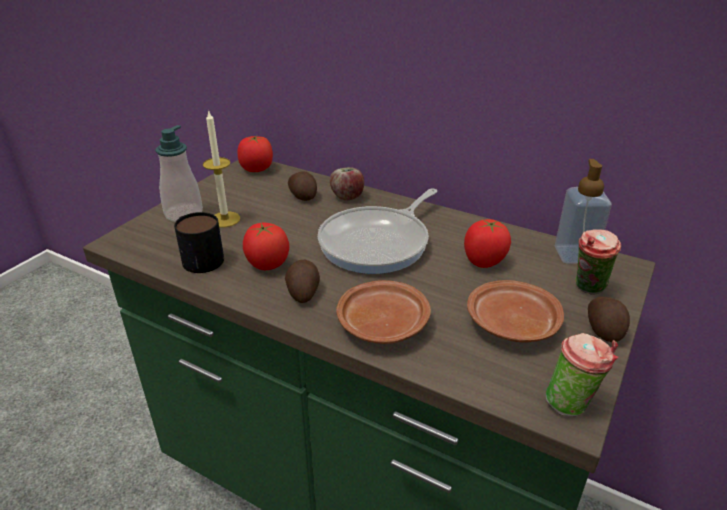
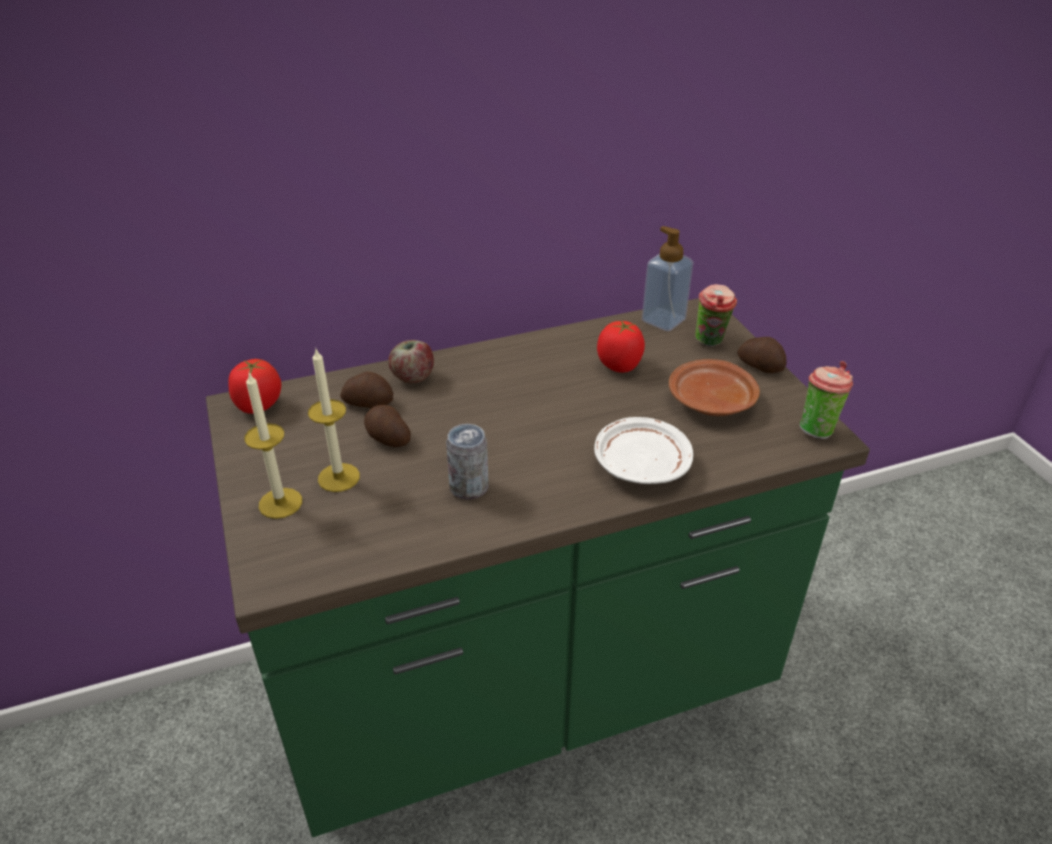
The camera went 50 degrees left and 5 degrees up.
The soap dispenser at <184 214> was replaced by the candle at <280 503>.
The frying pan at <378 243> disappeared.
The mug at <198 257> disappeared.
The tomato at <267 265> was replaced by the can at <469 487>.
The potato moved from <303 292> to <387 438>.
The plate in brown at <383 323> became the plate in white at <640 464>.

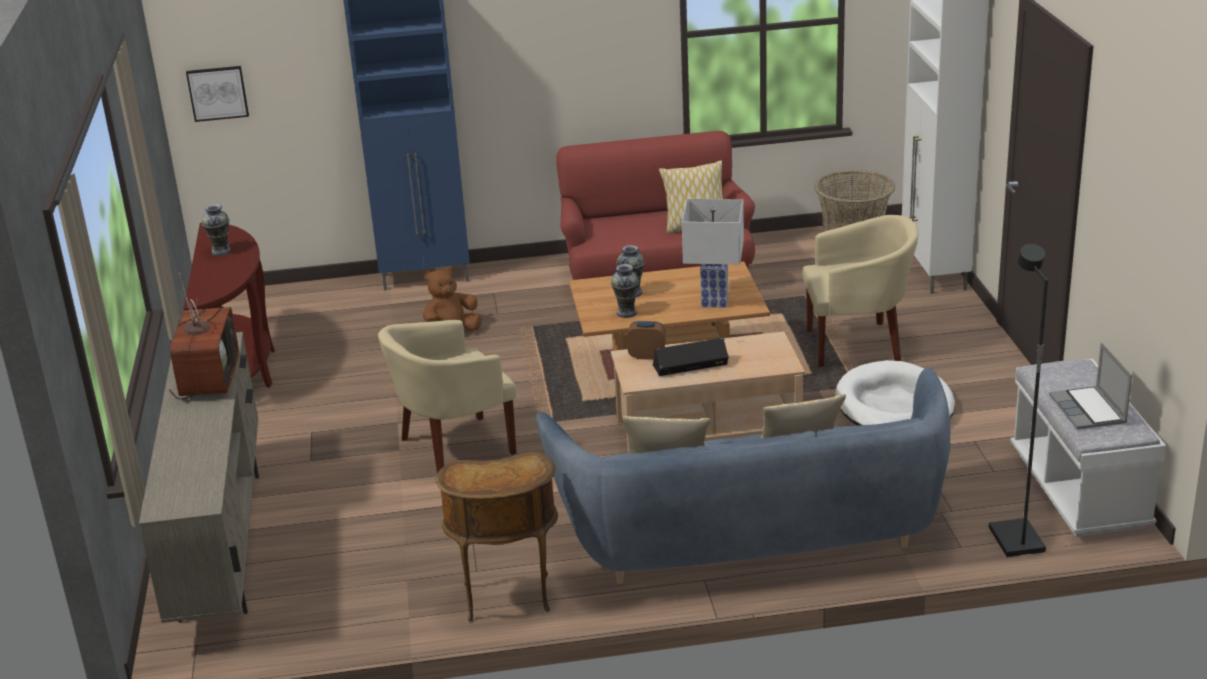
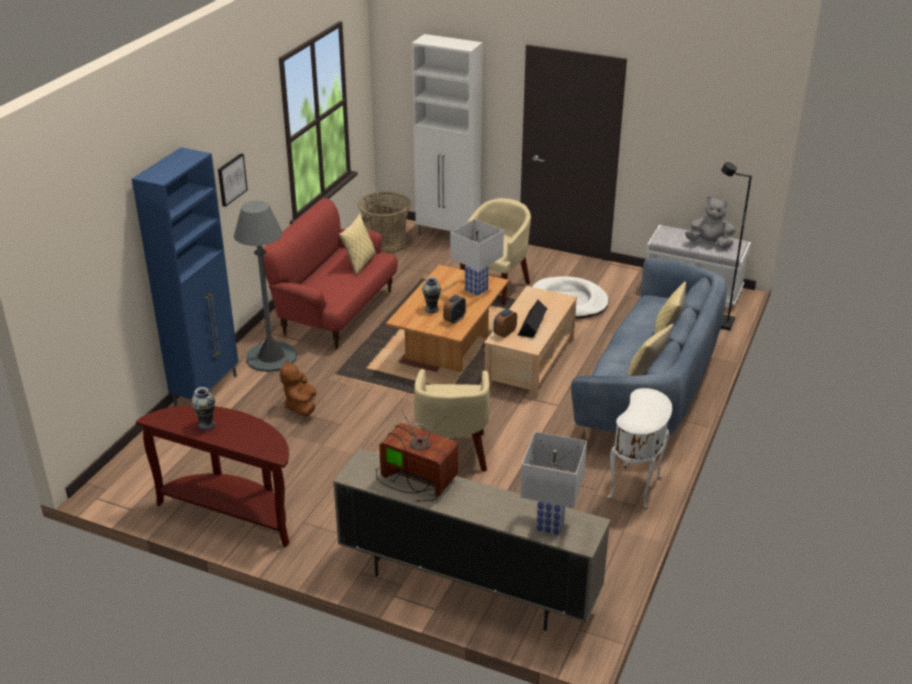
The camera went 60 degrees left and 5 degrees up.
The picture moved from <217 93> to <231 179>.
The vase at <627 313> was replaced by the alarm clock at <454 319>.
The laptop at <1089 410> was replaced by the plush toy in grey at <709 243>.
The side table in brown at <508 600> became the side table in white at <637 488>.
The floor lamp in grey at <271 357> appeared.
The table lamp in white at <549 524> appeared.

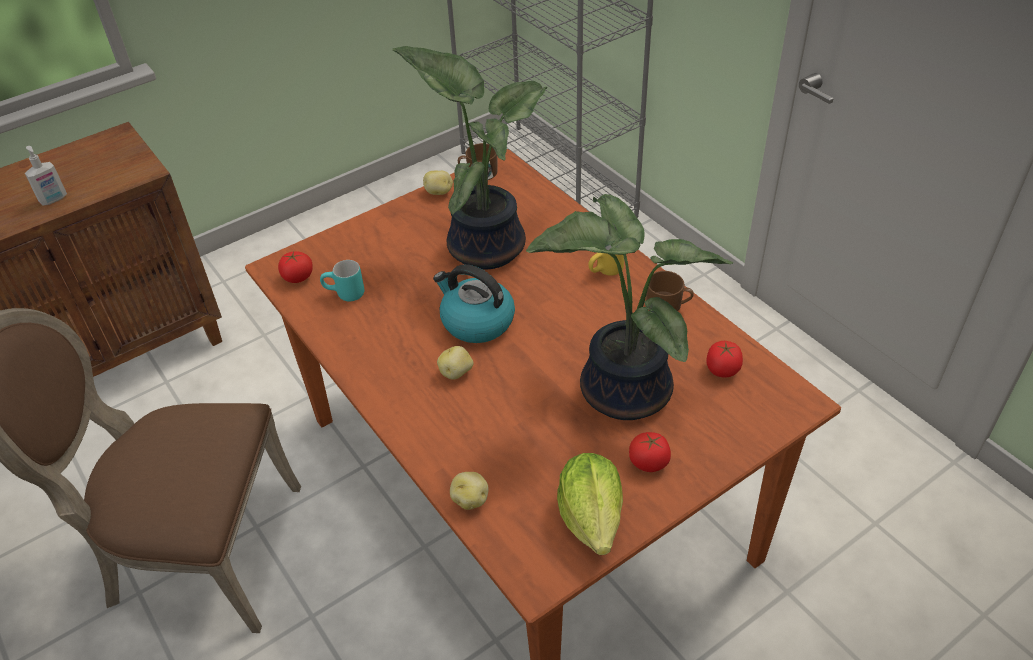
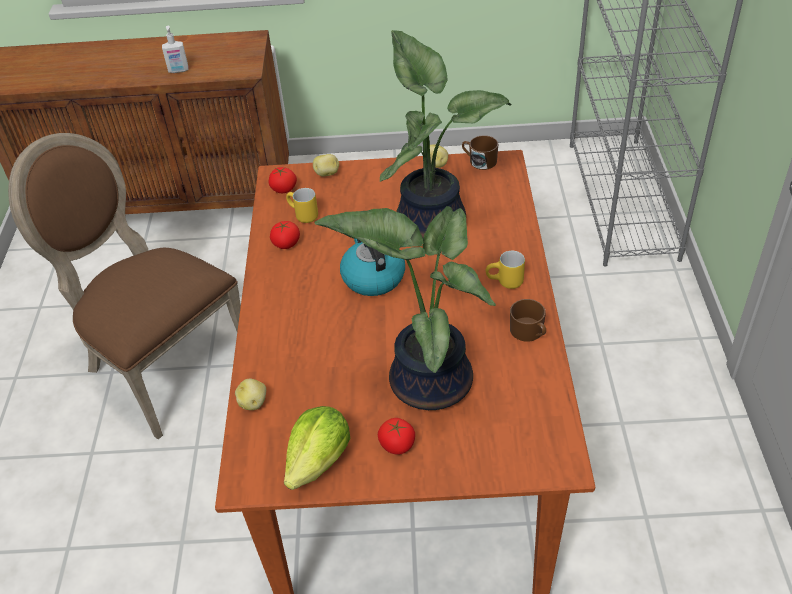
The camera went 35 degrees right and 0 degrees up.
The mug in turquoise at <344 295> became the mug in yellow at <302 216>.
The tomato moved from <722 369> to <286 244>.
The potato moved from <456 372> to <327 174>.

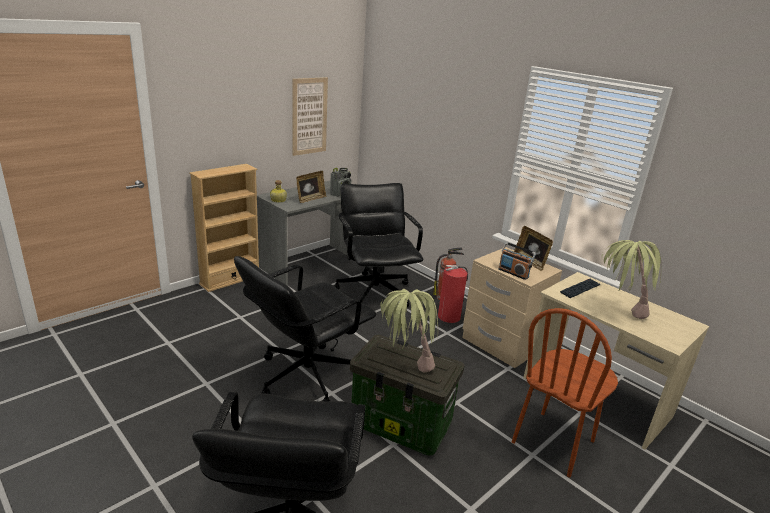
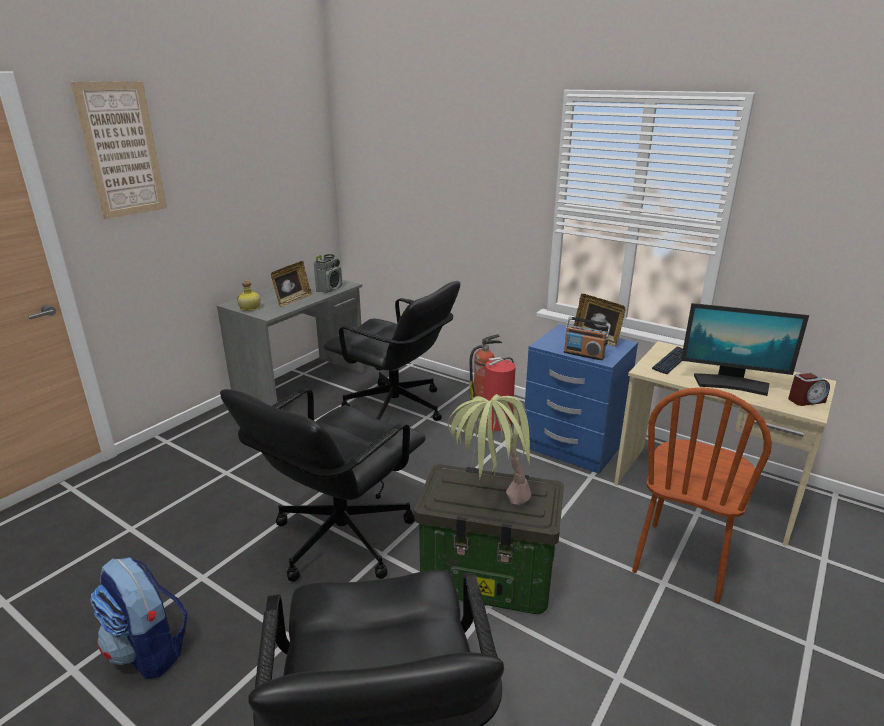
The camera went 10 degrees left and 0 degrees up.
The picture moved from <309 116> to <122 150>.
The bookcase in beige at <230 280> disappeared.
The office chair in black at <375 292> turned 150 degrees clockwise.
The potted plant at <618 314> was replaced by the monitor at <731 384>.
The nightstand in beige at <501 344> became the nightstand in blue at <572 446>.
The alarm clock at <806 400> appeared.
The backpack at <149 650> appeared.

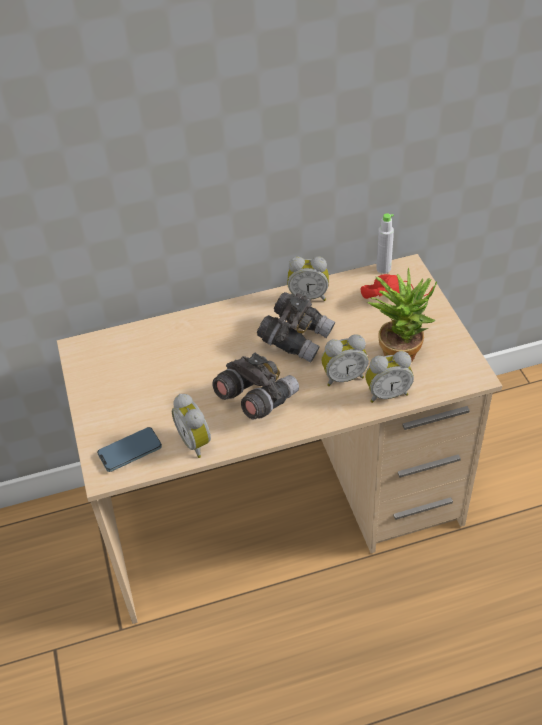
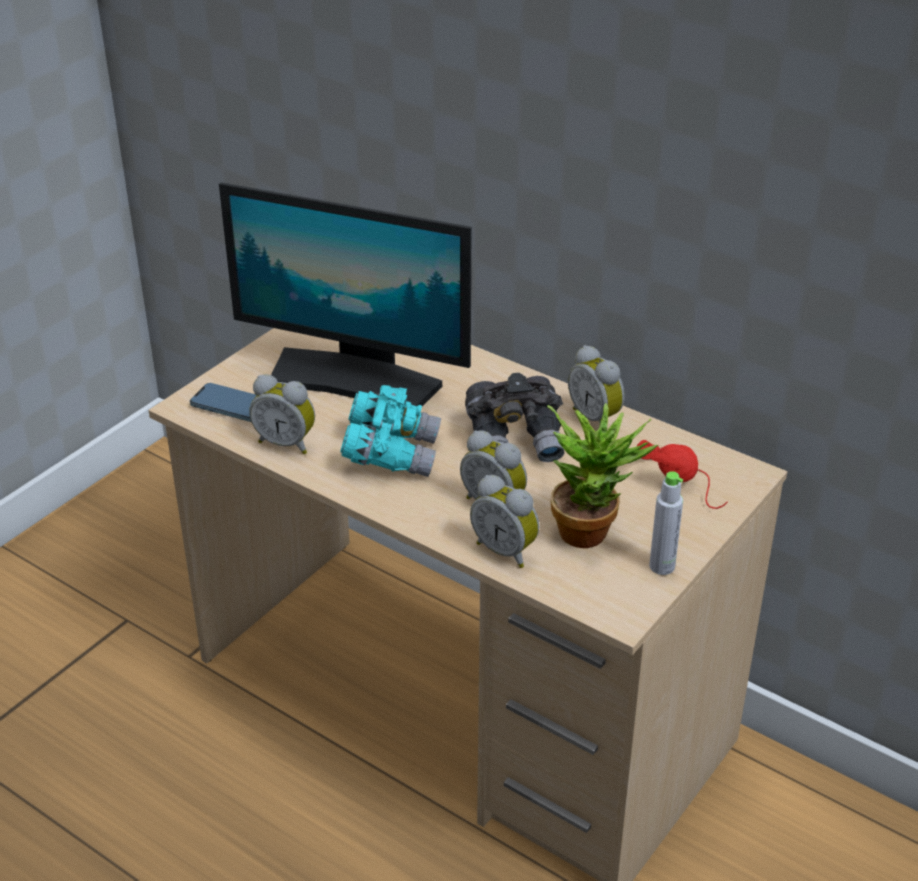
The camera went 50 degrees right and 10 degrees down.
The bottle in grey moved from <383 269> to <662 566>.
The binoculars in grey at <256 398> became the binoculars in turquoise at <391 454>.
The alarm clock at <197 441> turned 90 degrees counterclockwise.
The monitor at <354 380> appeared.

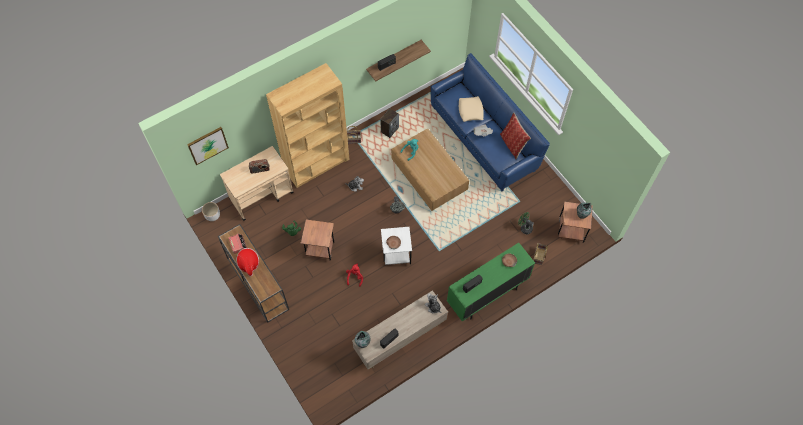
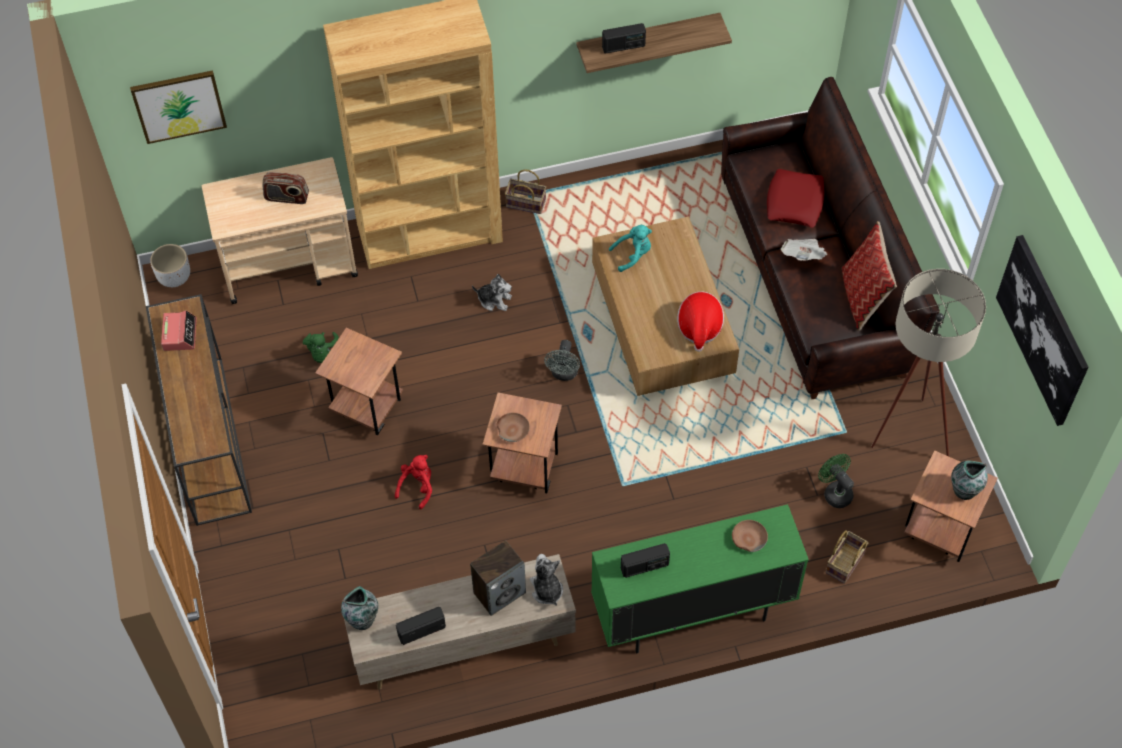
The camera went 20 degrees right and 5 degrees down.
The sofa in blue at <483 139> became the sofa in brown at <814 278>.
The pillow in beige at <470 111> became the pillow in red at <795 202>.
The speaker moved from <389 129> to <499 592>.
The side table in white at <396 256> became the side table in brown at <523 469>.
The hat moved from <248 264> to <699 327>.
The picture at <1043 329> appeared.
The floor lamp in beige at <904 437> appeared.

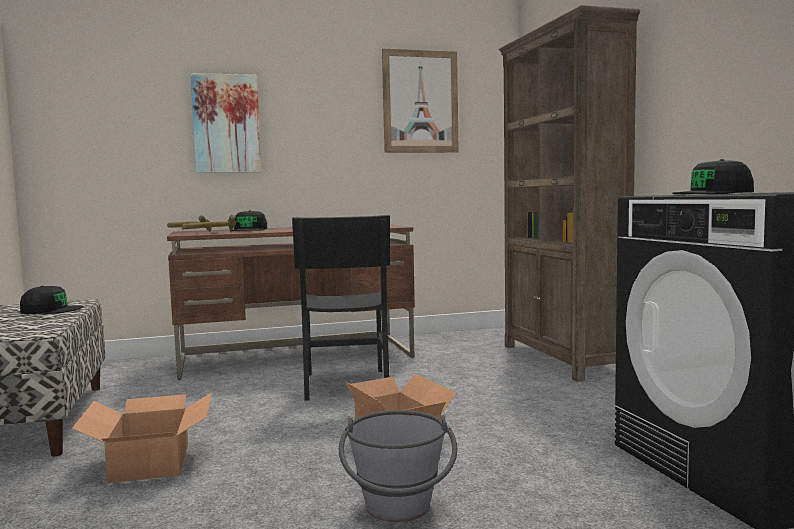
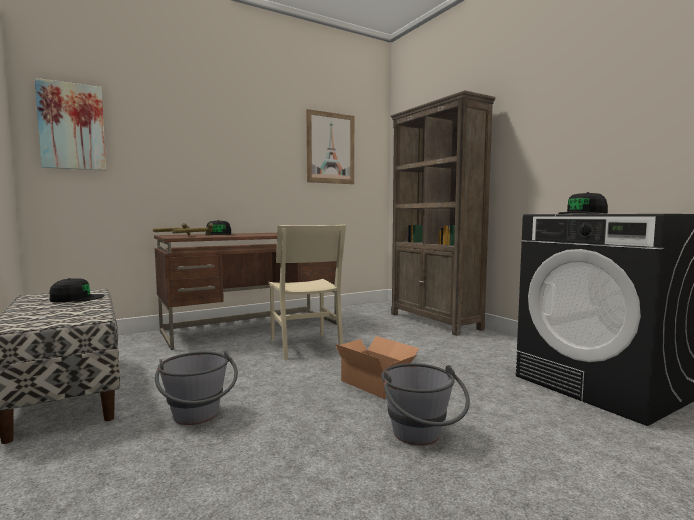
The camera went 15 degrees left and 0 degrees up.
The picture moved from <226 124> to <72 126>.
The chair in black at <345 384> became the chair in beige at <305 346>.
The cardboard box at <149 462> was replaced by the bucket in grey at <198 418>.

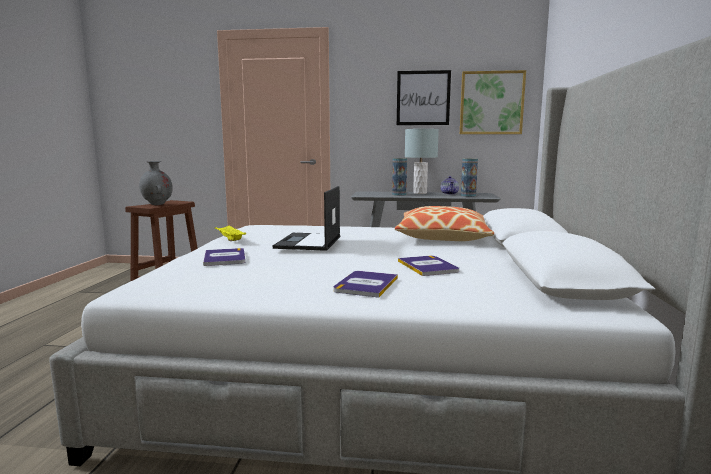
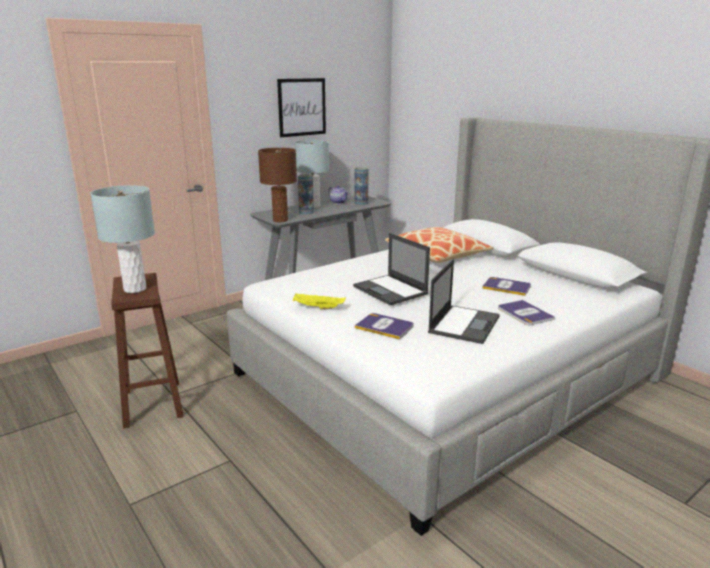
The camera went 45 degrees left and 10 degrees up.
The picture at <491 103> disappeared.
The vase in grey at <157 204> was replaced by the table lamp in grey at <135 289>.
The table lamp in brown at <280 220> appeared.
The laptop at <464 324> appeared.

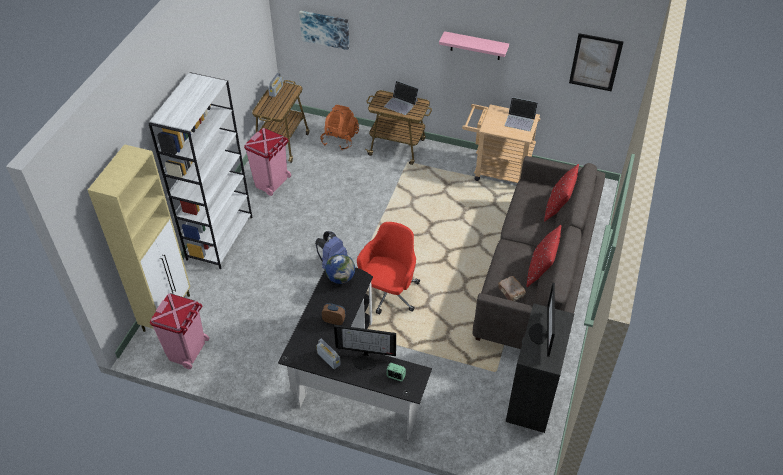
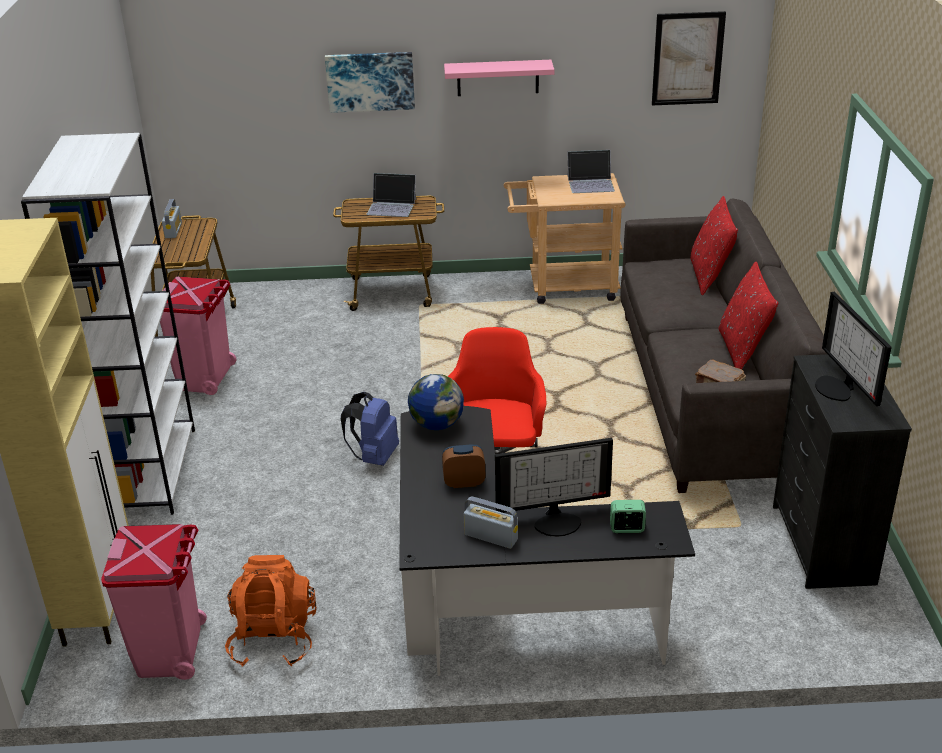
The camera went 20 degrees left and 15 degrees down.
The picture moved from <325 29> to <370 81>.
The backpack in orange moved from <340 139> to <274 639>.

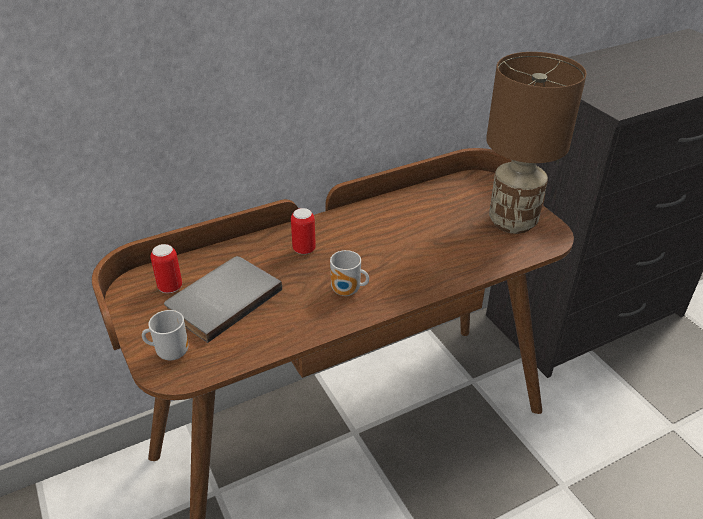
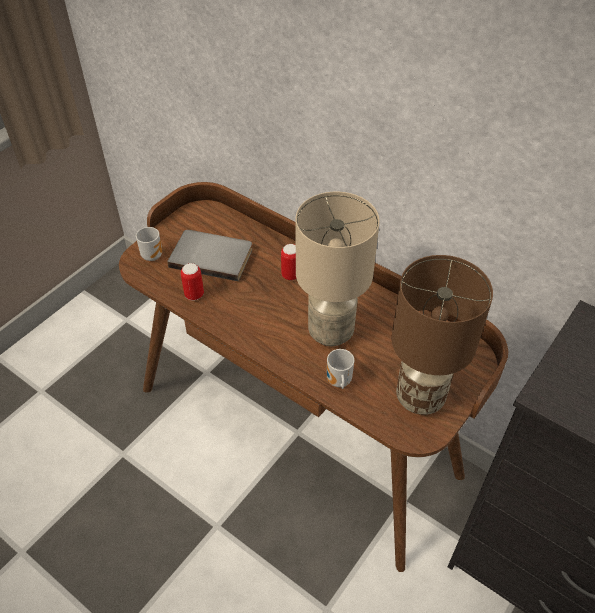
The camera went 65 degrees right and 10 degrees up.
The can moved from <170 287> to <194 294>.
The mug moved from <347 292> to <338 382>.
The table lamp in beige at <330 331> appeared.

